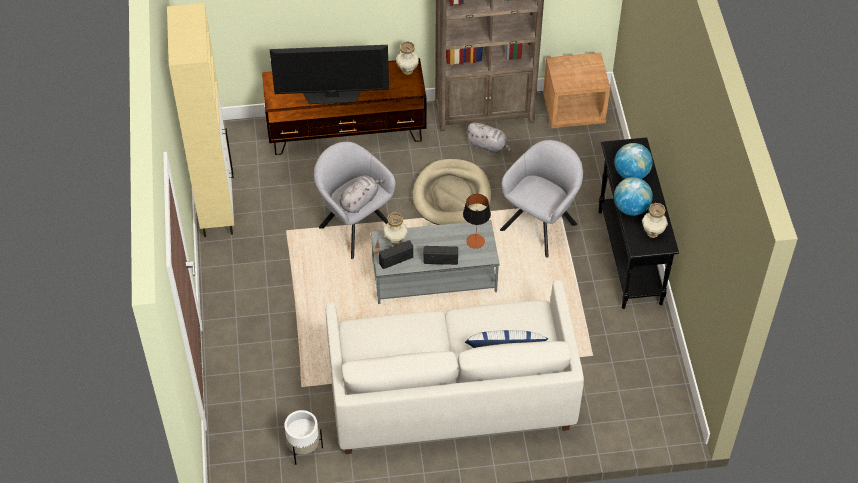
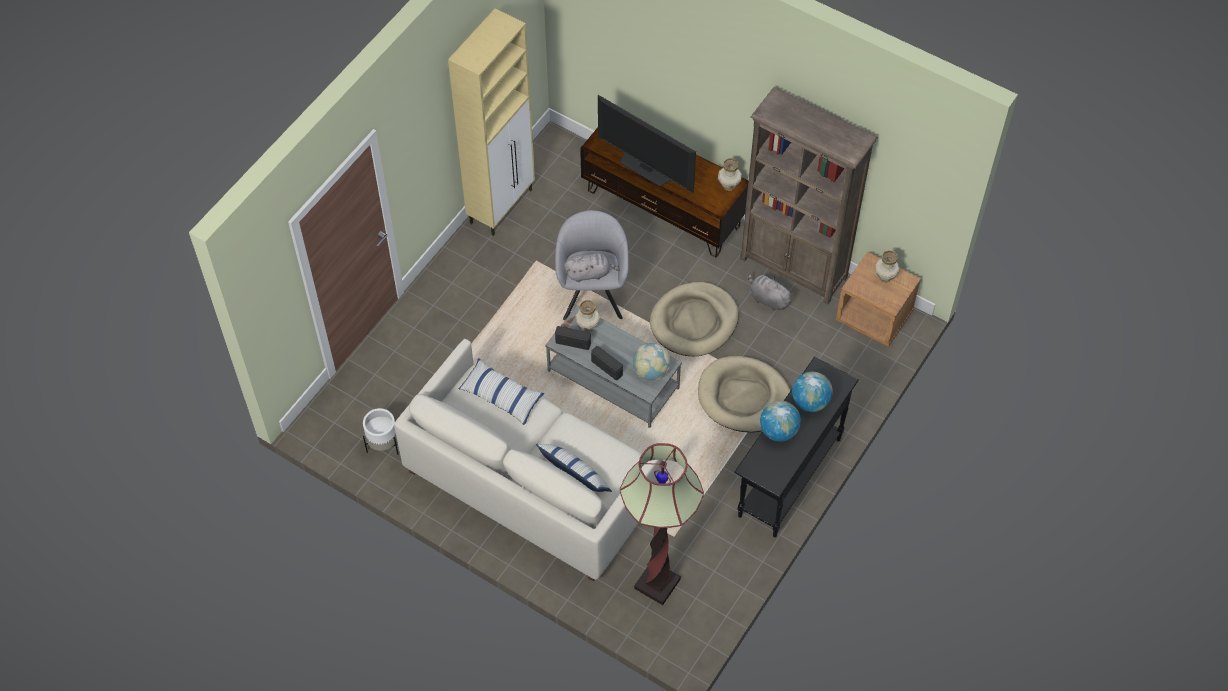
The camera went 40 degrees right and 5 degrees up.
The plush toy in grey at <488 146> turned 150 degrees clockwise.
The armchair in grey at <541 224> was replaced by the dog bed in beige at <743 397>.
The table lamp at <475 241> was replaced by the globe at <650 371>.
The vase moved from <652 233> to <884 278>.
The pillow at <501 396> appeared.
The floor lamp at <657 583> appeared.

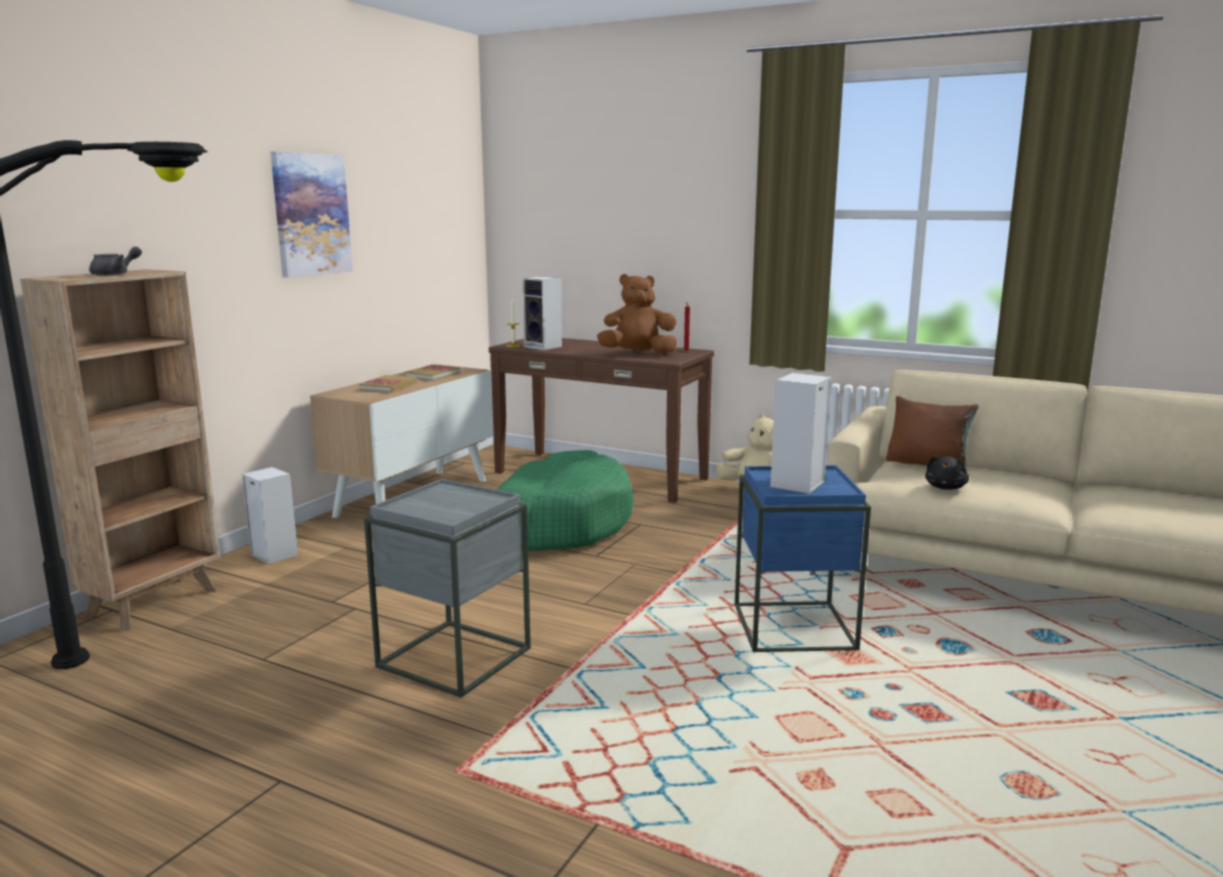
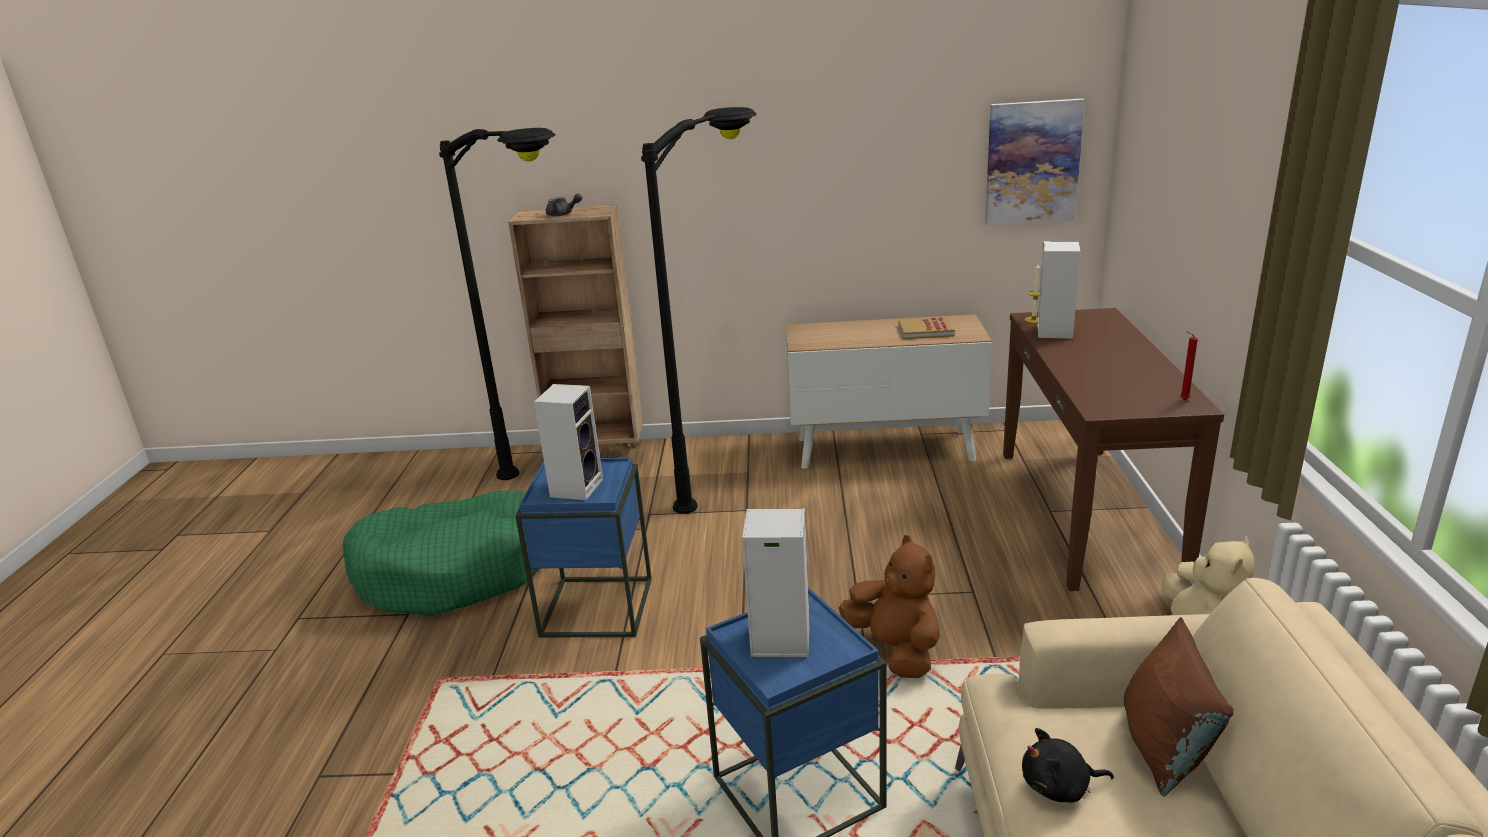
The camera went 65 degrees right and 10 degrees up.
The picture moved from <311 214> to <1032 162>.
The plush toy in brown moved from <638 353> to <895 650>.
The book at <389 386> disappeared.
The dog bed in green moved from <559 523> to <457 570>.
The speaker moved from <272 554> to <576 487>.
The side table in grey at <455 657> became the side table in blue at <597 607>.
The floor lamp in black at <734 476> appeared.

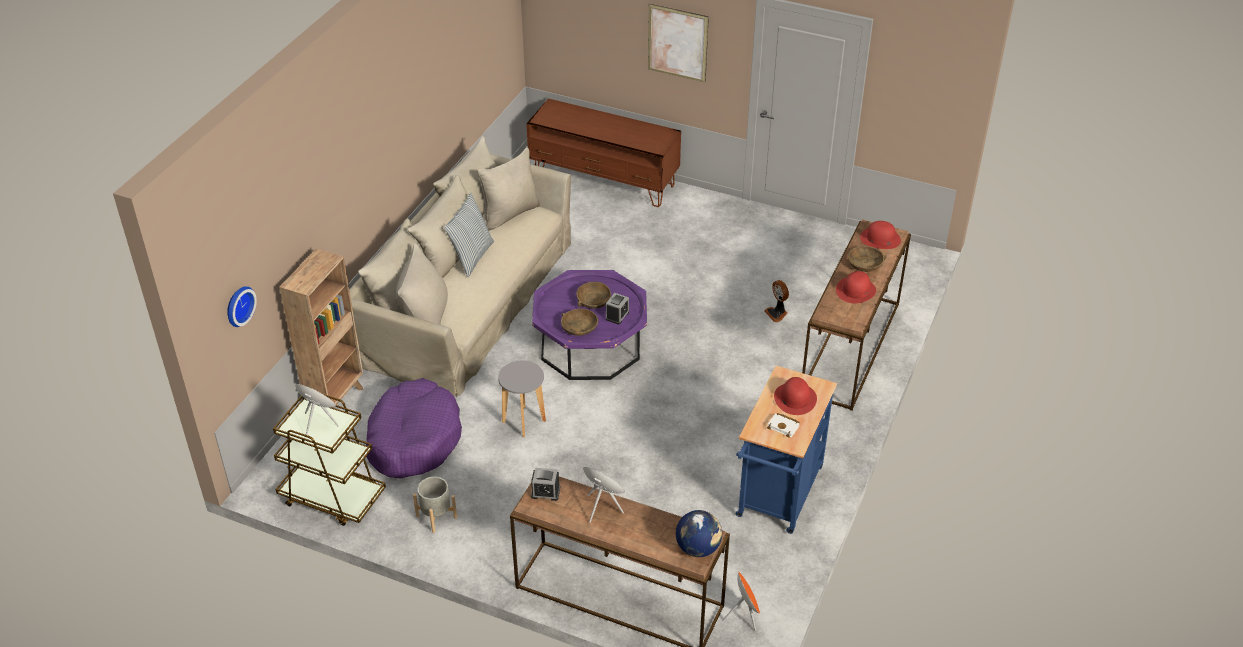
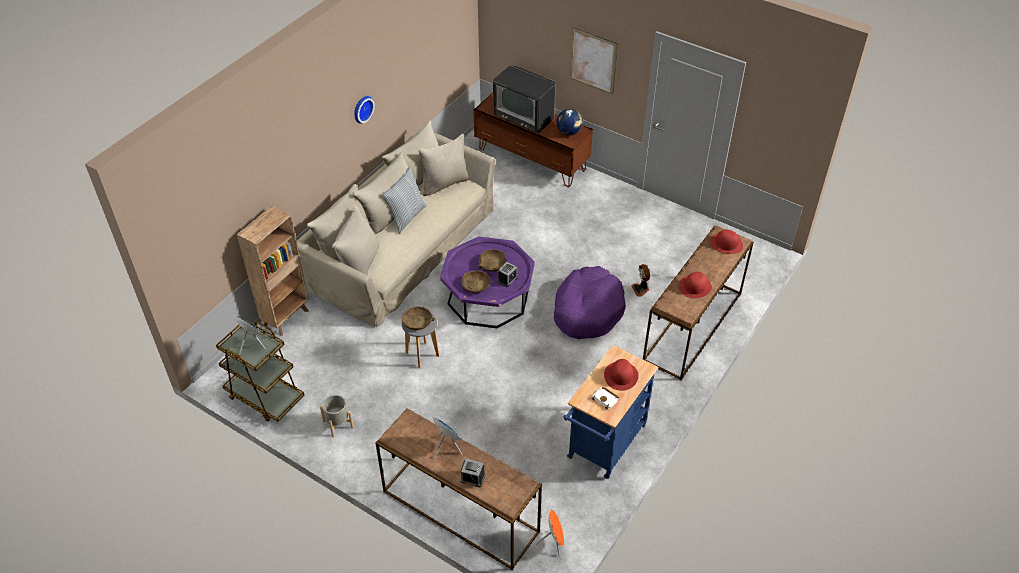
The camera went 10 degrees right and 5 degrees up.
The bowl in brown moved from <865 264> to <417 322>.
The wall clock moved from <238 305> to <362 108>.
The dog bed in purple moved from <413 439> to <587 310>.
The alarm clock moved from <545 492> to <472 478>.
The globe moved from <698 548> to <569 132>.
The television at <525 115> appeared.

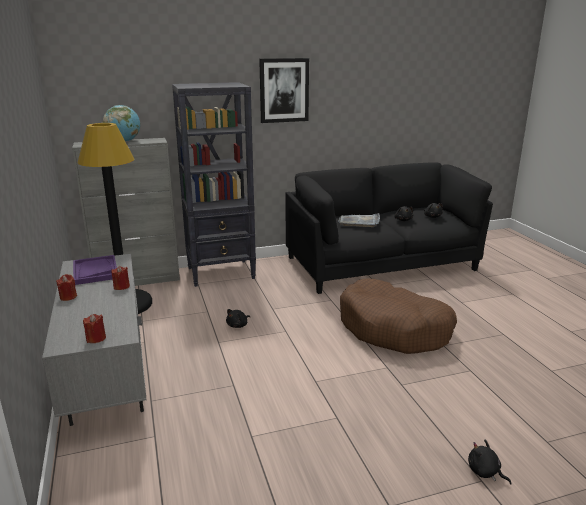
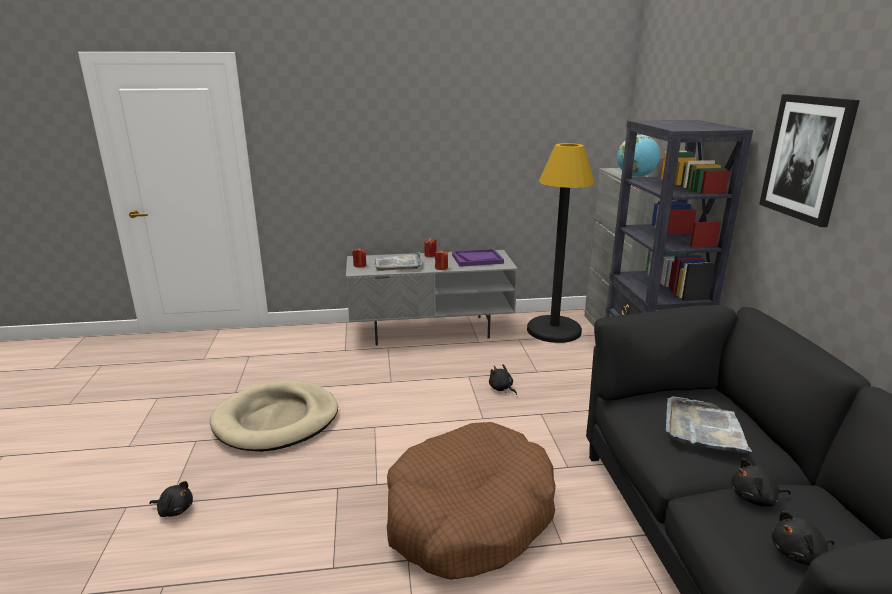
The camera went 100 degrees right and 0 degrees up.
The plush toy in black at <485 472> turned 45 degrees clockwise.
The tray in grey at <398 264> appeared.
The dog bed in beige at <276 420> appeared.

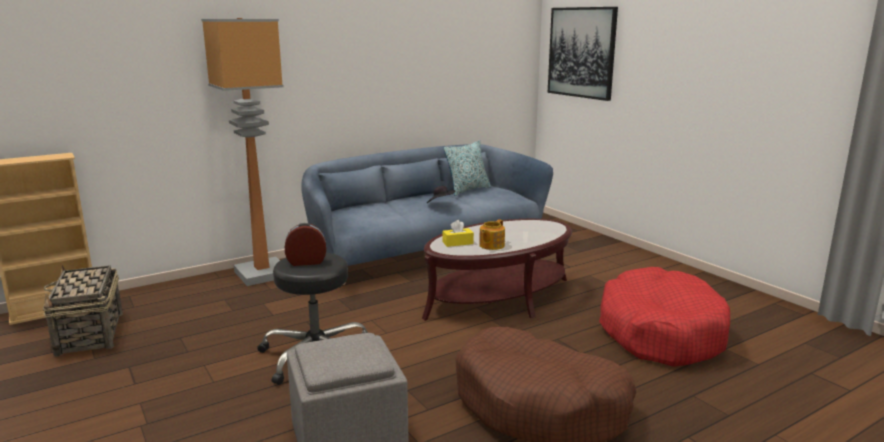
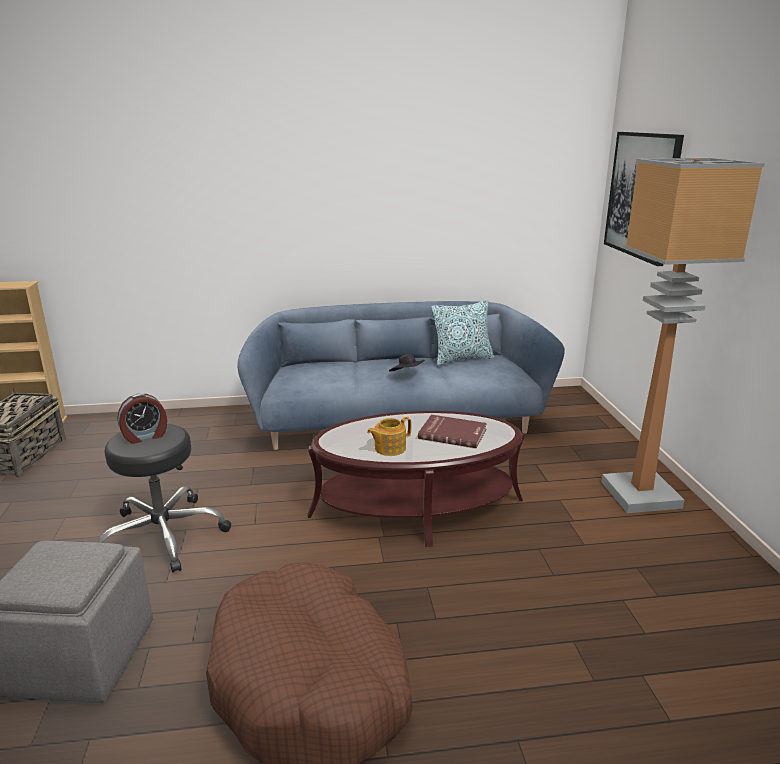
The camera went 25 degrees right and 5 degrees up.
The floor lamp moved from <263 273> to <641 494>.
The tissue box in yellow at <457 243> disappeared.
The alarm clock at <306 261> turned 135 degrees clockwise.
The dog bed in red at <660 332> disappeared.
The book in red at <453 433> appeared.

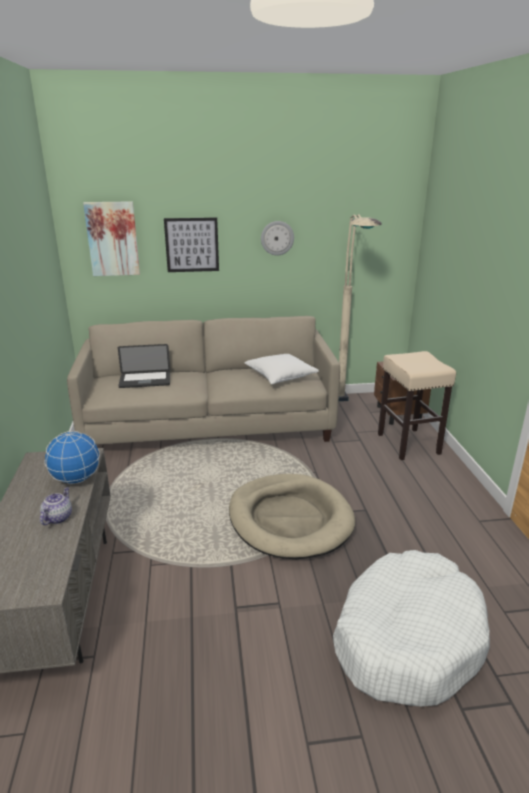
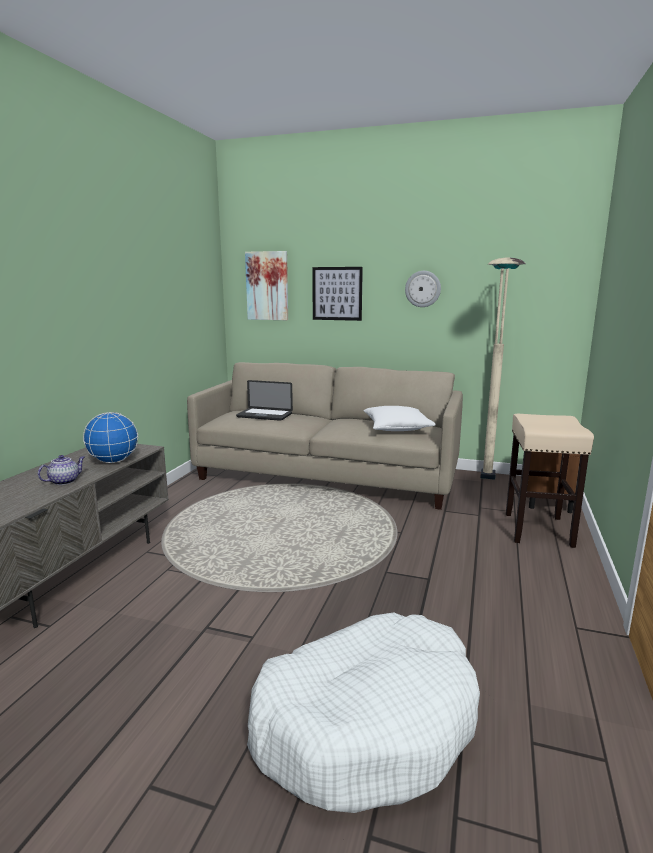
The camera went 25 degrees right and 10 degrees down.
The dog bed in beige at <290 519> disappeared.

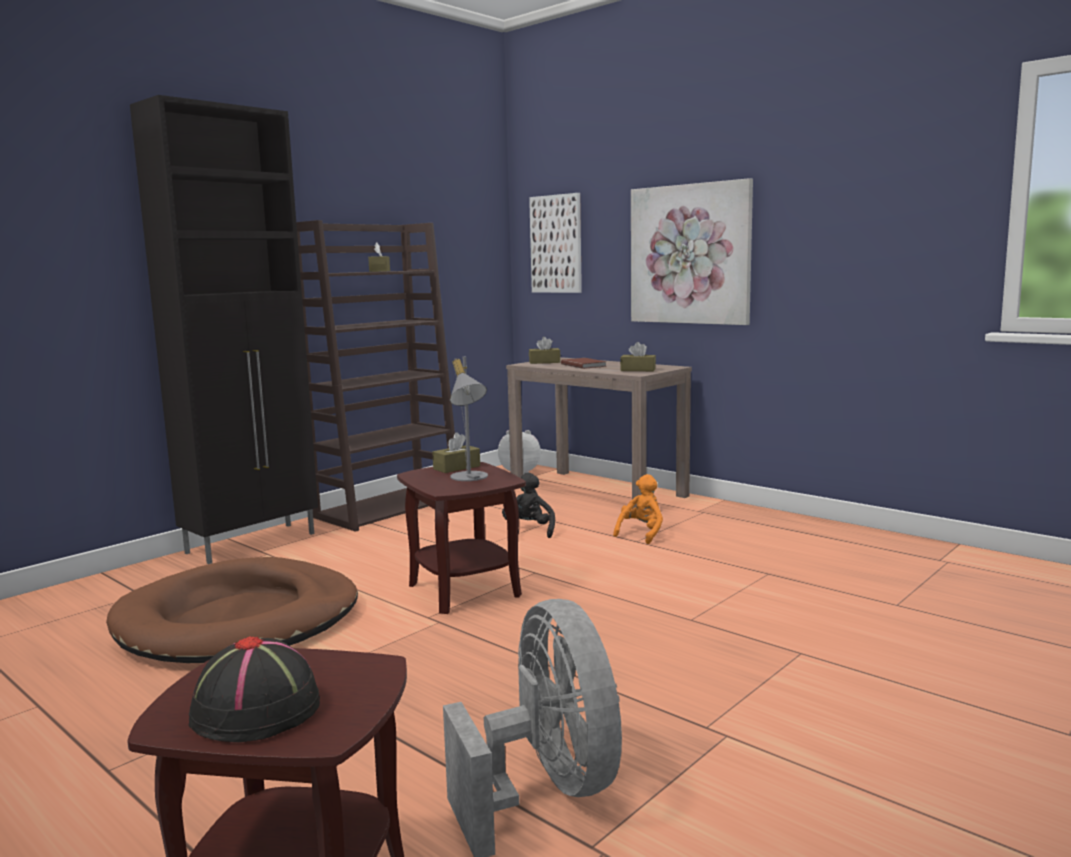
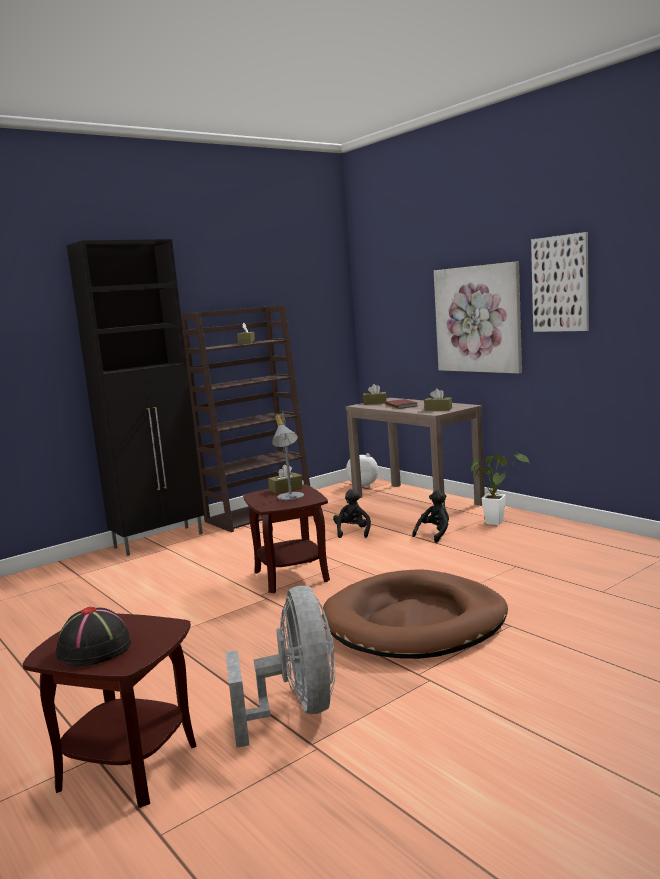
The camera went 10 degrees right and 0 degrees up.
The picture moved from <556 244> to <560 284>.
The plush toy in orange at <641 533> became the plush toy in black at <435 534>.
The dog bed in brown moved from <239 620> to <415 622>.
The potted plant at <496 521> appeared.

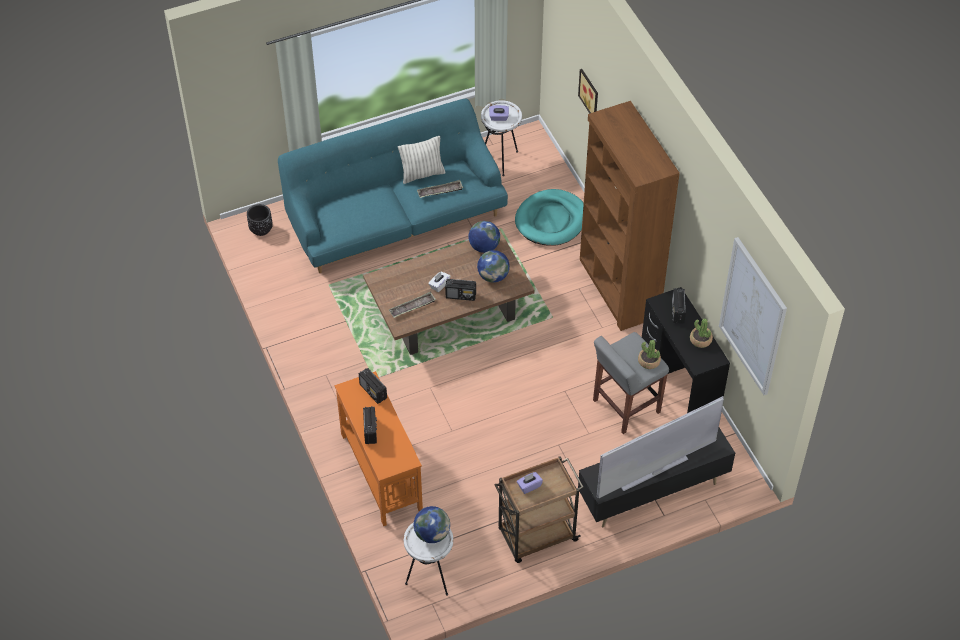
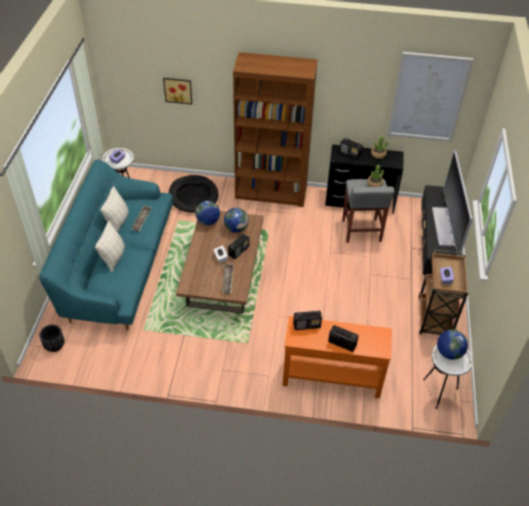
The camera went 60 degrees left and 5 degrees down.
The dog bed in turquoise at <551 220> became the dog bed in black at <193 196>.
The pillow at <113 258> appeared.

